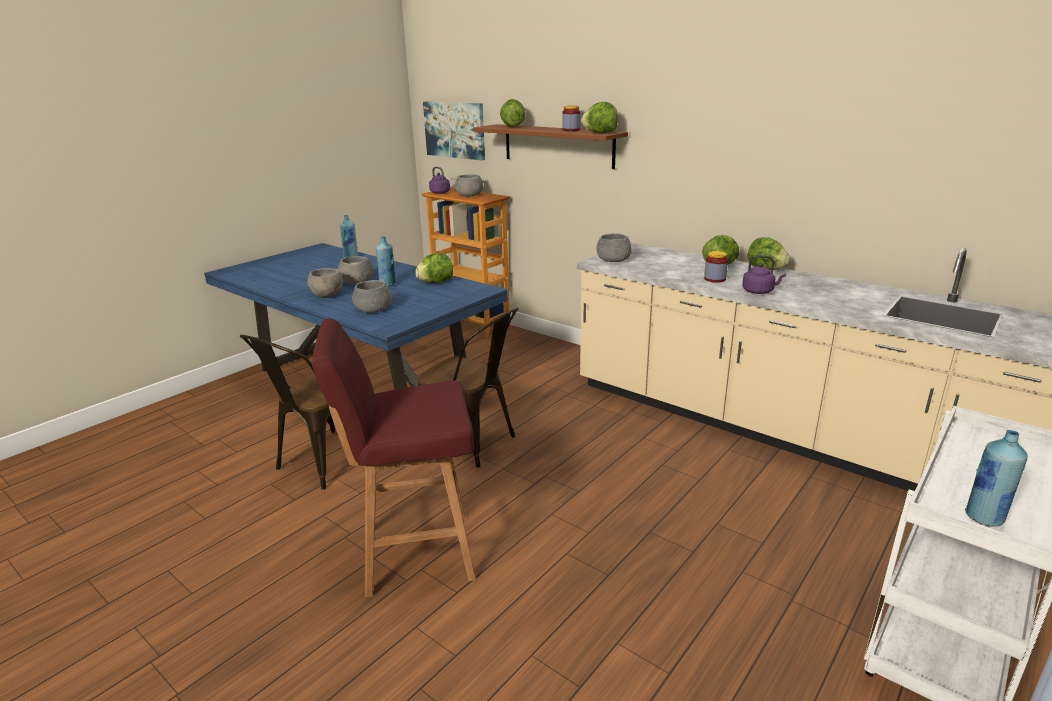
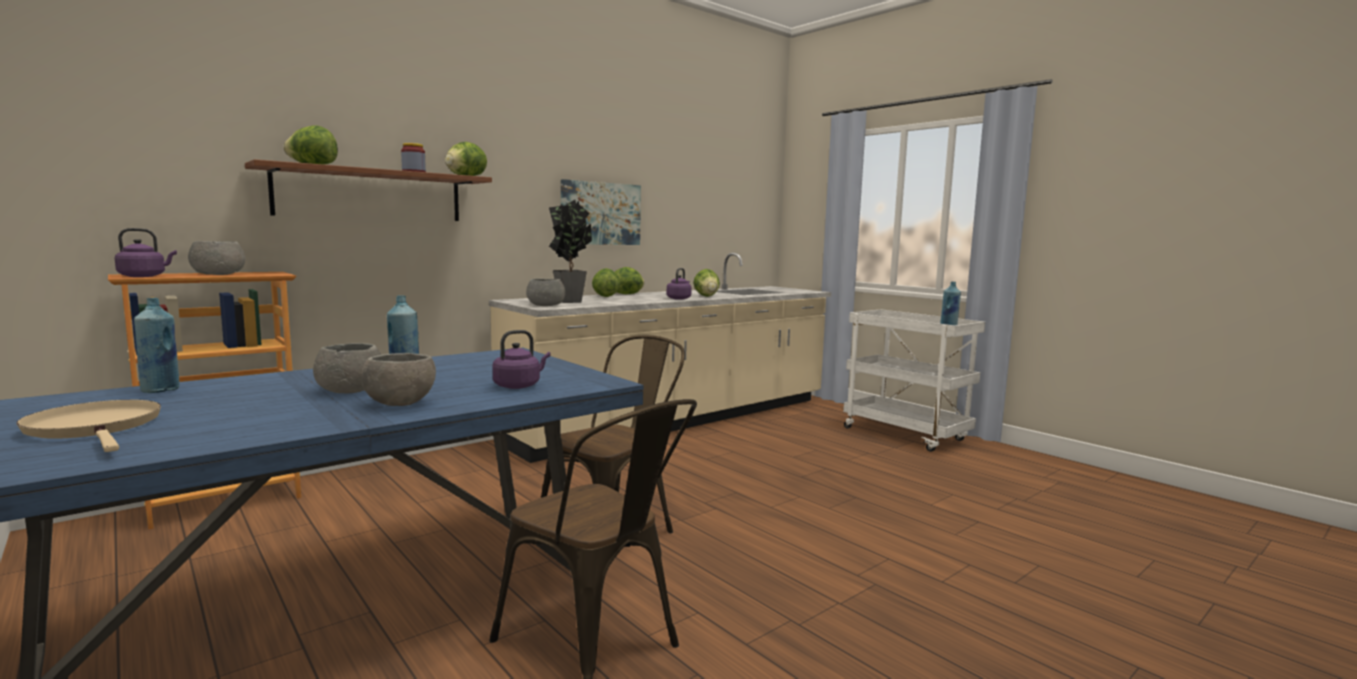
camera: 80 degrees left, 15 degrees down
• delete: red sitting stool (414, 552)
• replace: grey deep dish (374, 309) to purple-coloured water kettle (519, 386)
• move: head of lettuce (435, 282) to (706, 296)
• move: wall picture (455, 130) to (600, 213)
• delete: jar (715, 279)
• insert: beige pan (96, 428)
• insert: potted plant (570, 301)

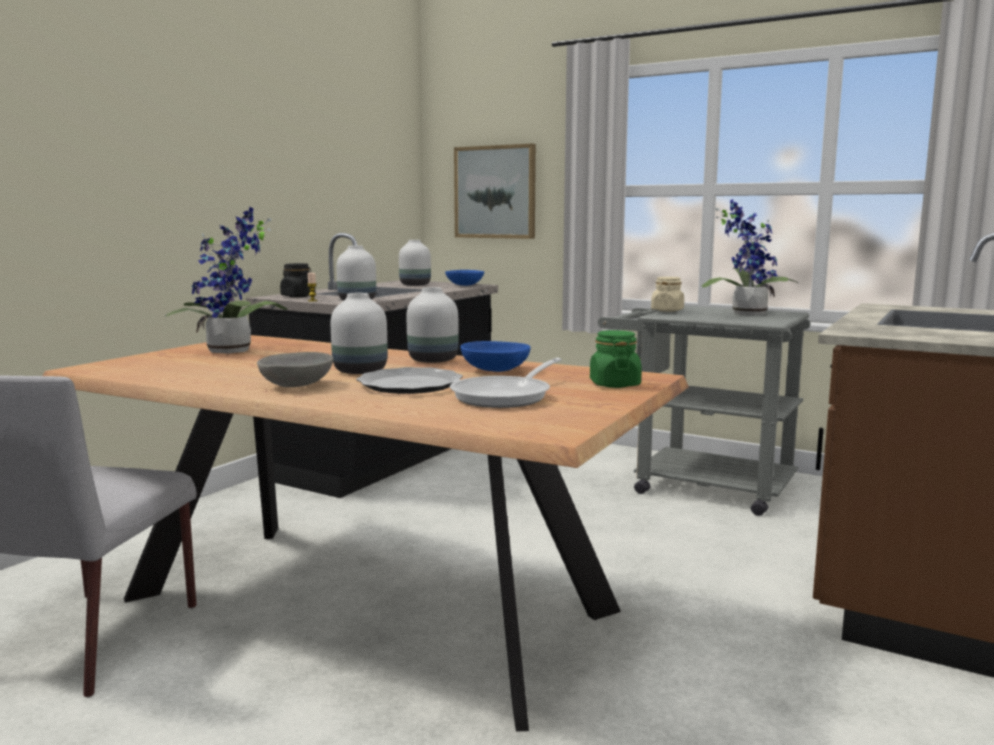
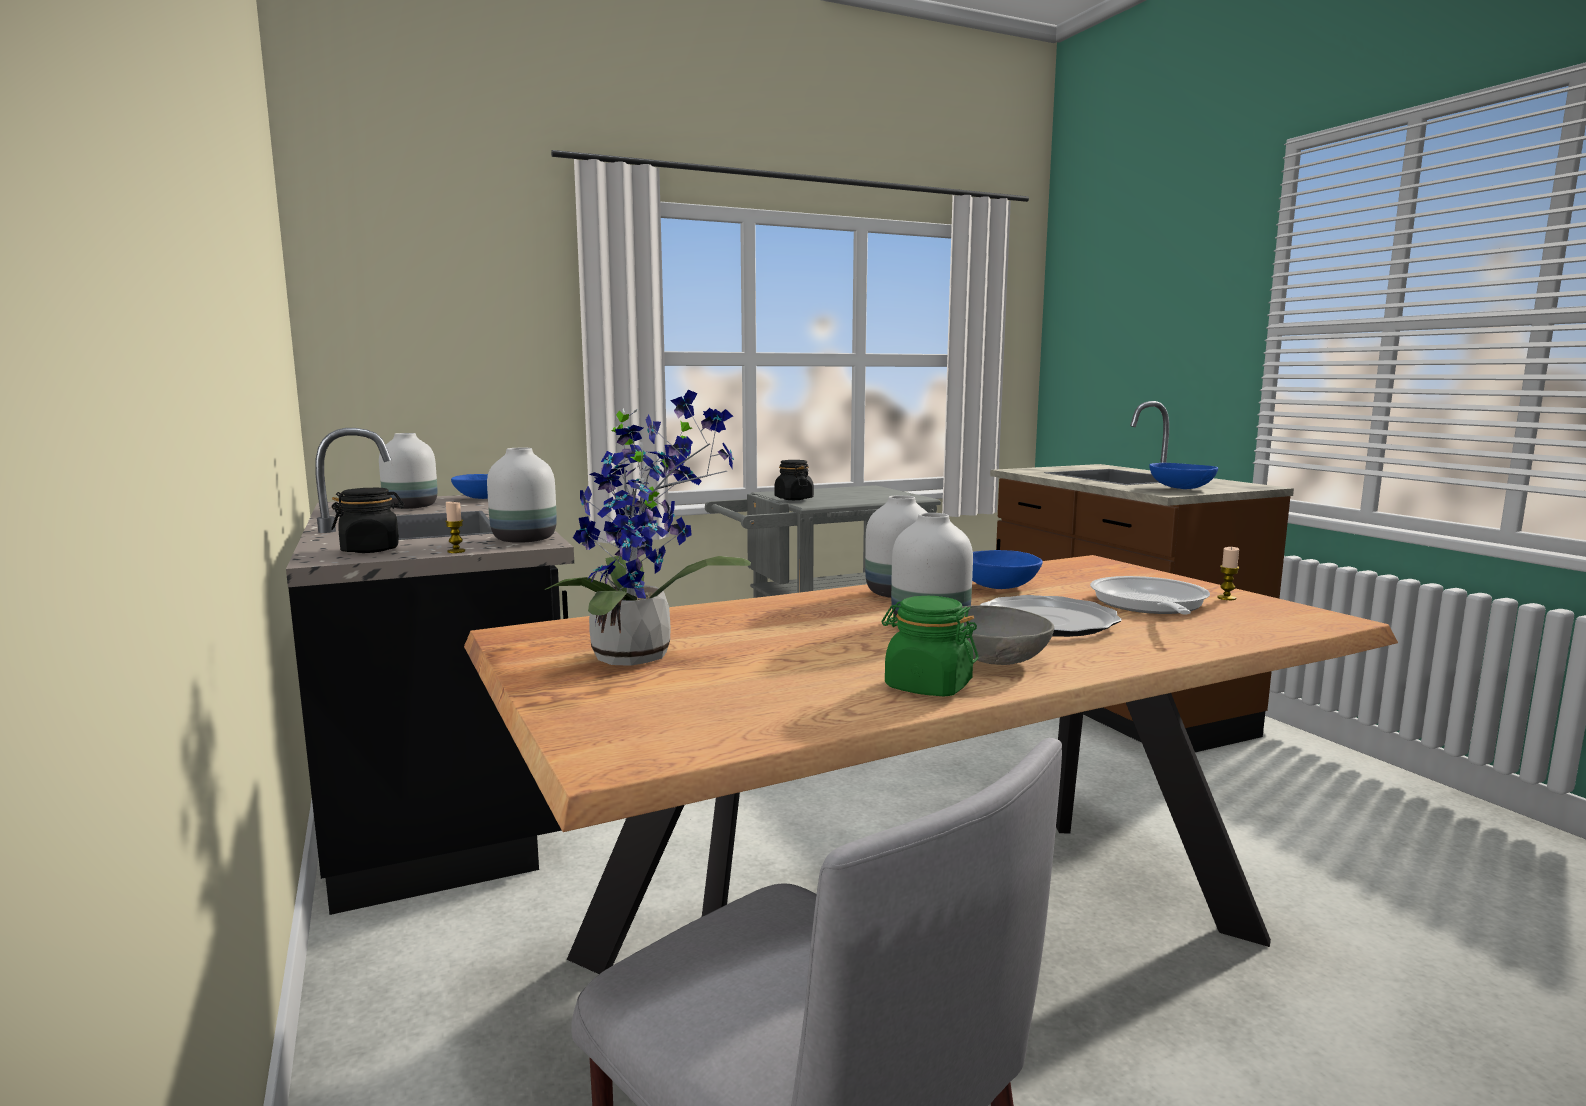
camera: 55 degrees left, 0 degrees up
• rotate: pan (507, 396) = (1149, 605) 150 degrees counterclockwise
• delete: wall picture (495, 192)
• move: green jar (614, 384) to (927, 686)
• recolor: beige jar (667, 310) to black jar (793, 499)
• delete: potted plant (746, 313)
• insert: blue-coloured deep dish (1181, 488)
• insert: candle (1226, 598)

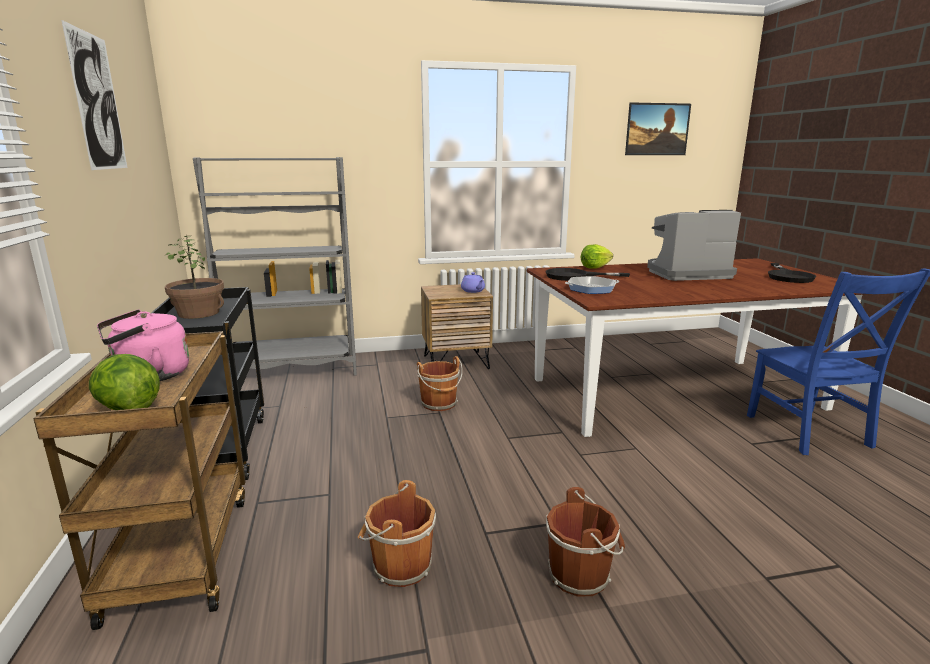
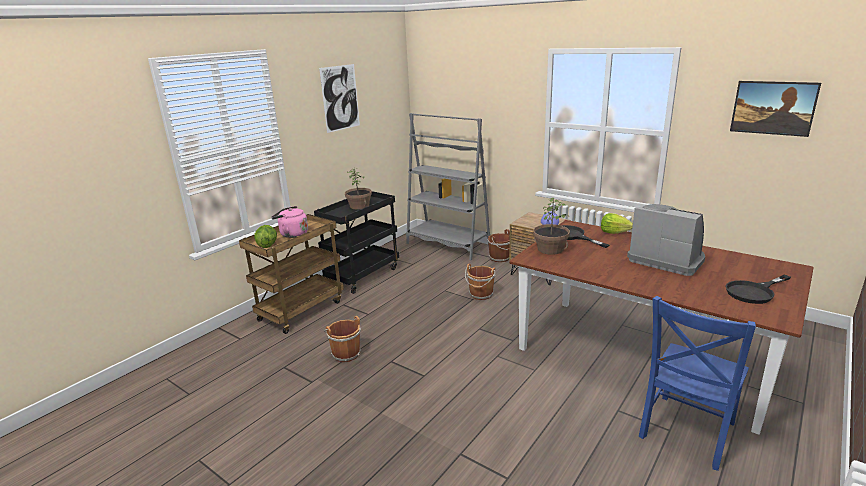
camera: 50 degrees right, 5 degrees up
• move: brown bucket (581, 575) to (500, 258)
• replace: pan (591, 289) to potted plant (550, 249)

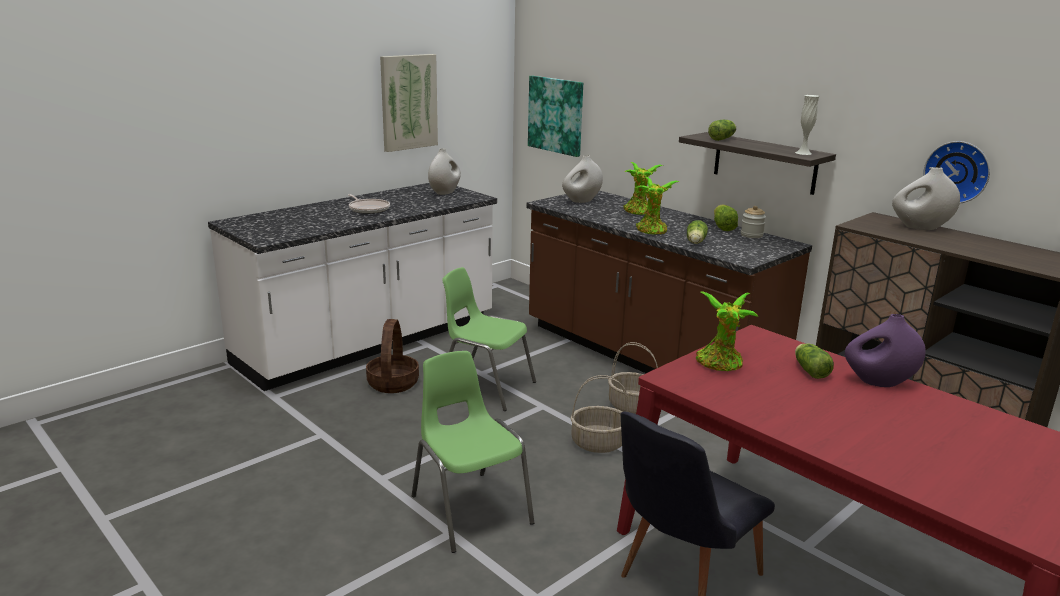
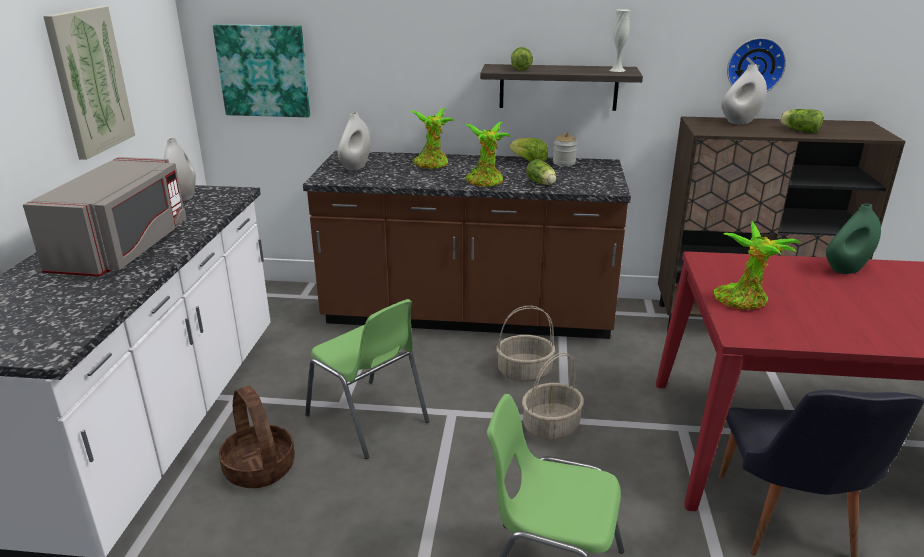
camera: 40 degrees left, 5 degrees up
• replace: pan (368, 209) to grey microwave (123, 249)
• rotate: green chair (485, 387) = (368, 419) 120 degrees counterclockwise
• move: head of lettuce (809, 370) to (798, 130)
• recolor: purple-coloured vase (878, 382) to green vase (846, 269)

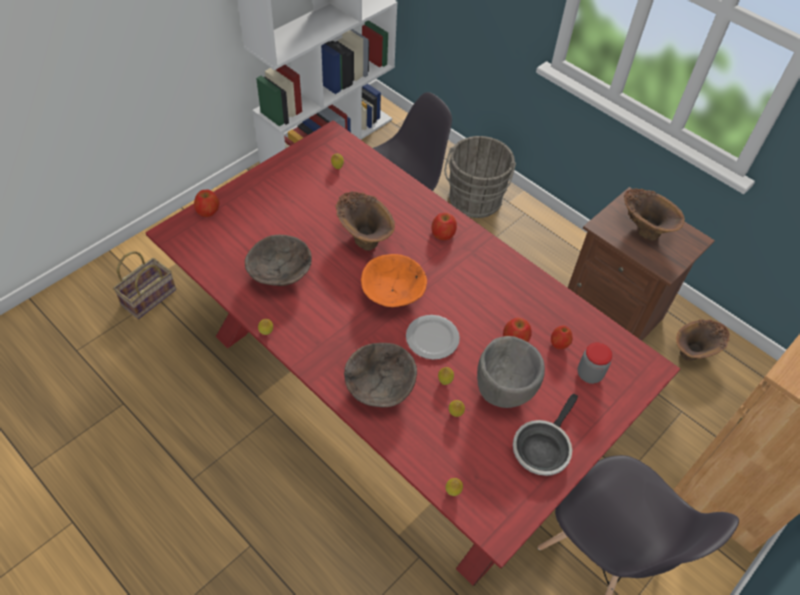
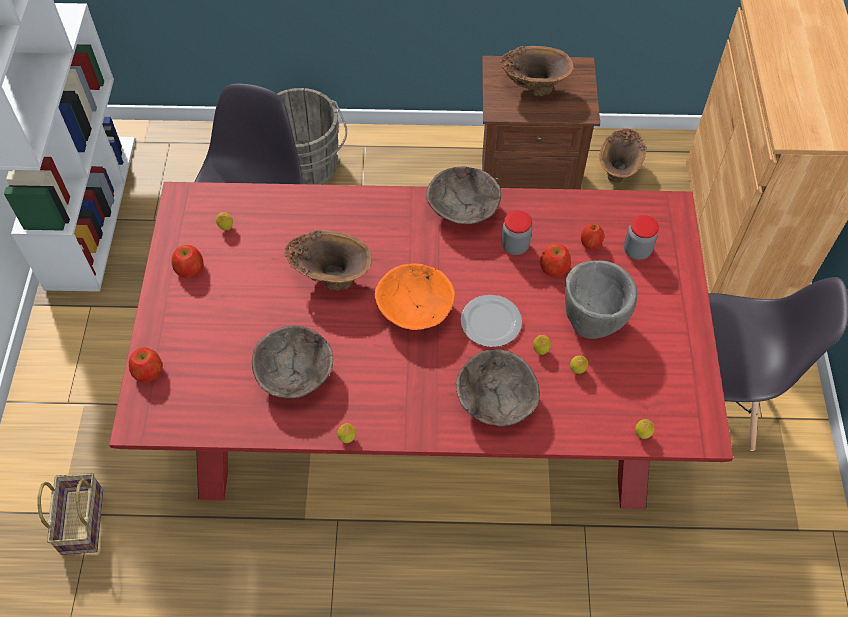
camera: 40 degrees left, 5 degrees up
• move: apple fruit (443, 233) to (190, 268)
• delete: pan (542, 447)
• insert: brown deep dish (464, 210)
• insert: jar (515, 246)

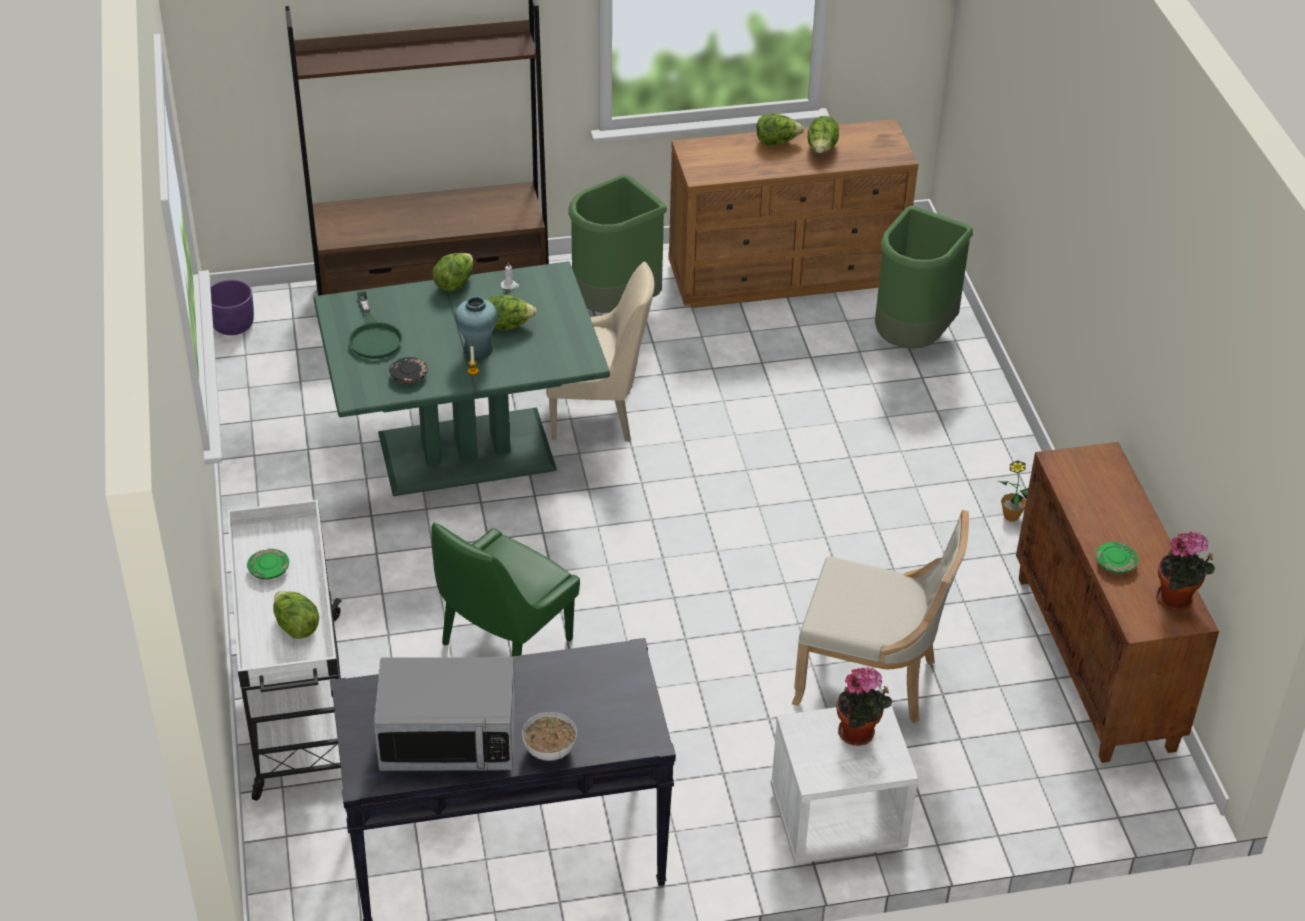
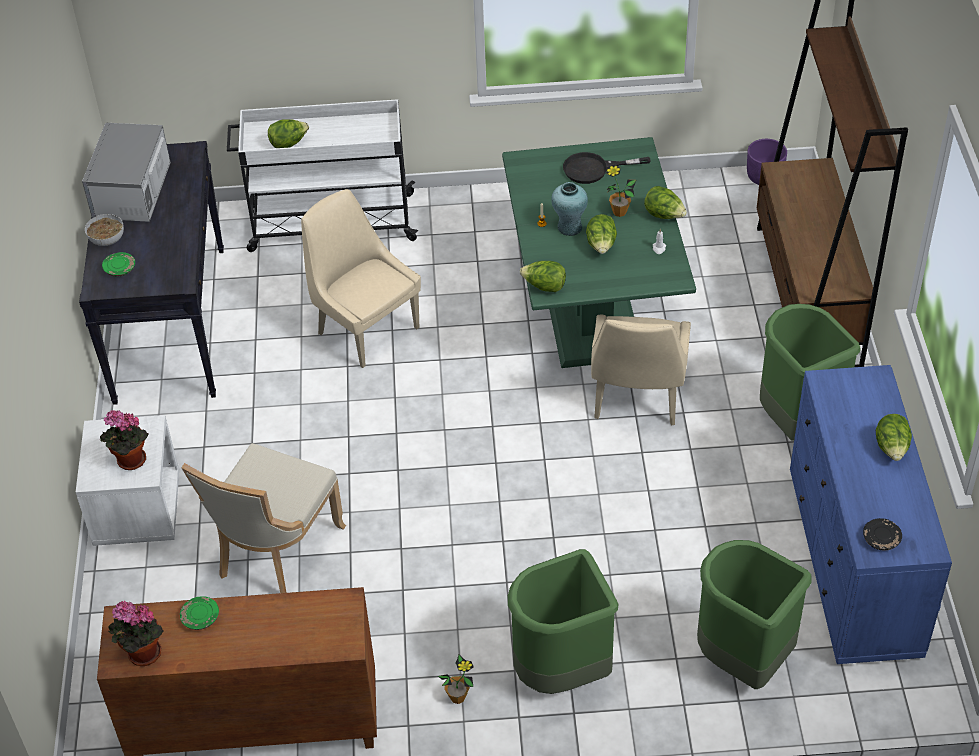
camera: 100 degrees right, 5 degrees up
• move: green flat dish (269, 570) to (120, 269)
• recolor: green pan (374, 336) to black pan (594, 169)
• move: black flat dish (409, 376) to (881, 539)
• recolor: green chair (503, 644) to beige chair (365, 328)
• recolor: brown chest of drawers (787, 274) to blue-coloured chest of drawers (853, 564)
• move: head of lettuce (822, 149) to (544, 287)
• insert: green rubbish bin (562, 672)
• insert: potted plant (619, 212)

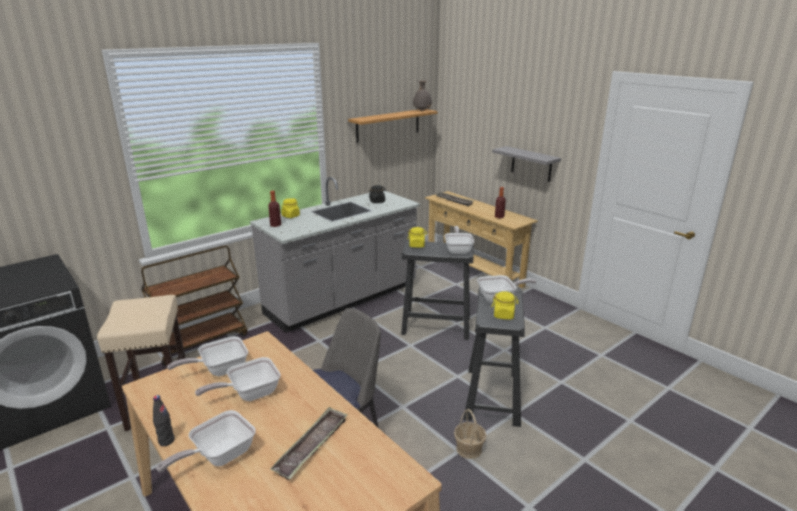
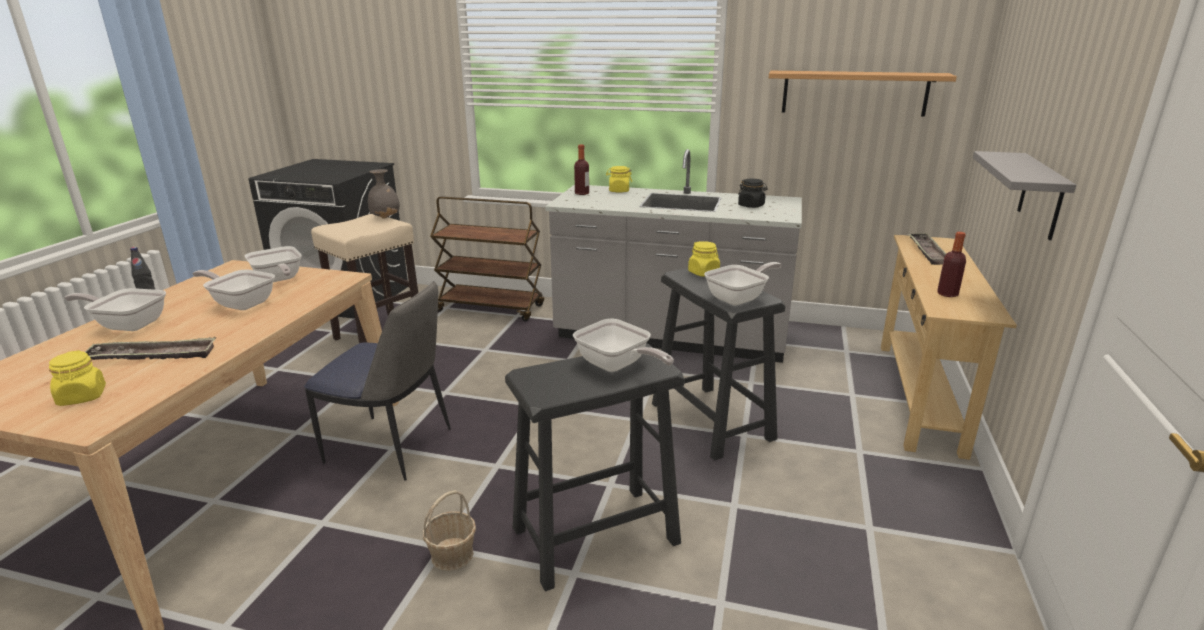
camera: 55 degrees right, 0 degrees up
• rotate: pan (219, 370) = (278, 280) 150 degrees counterclockwise
• move: grey vase (422, 111) to (386, 218)
• move: yellow jar (503, 315) to (82, 397)

